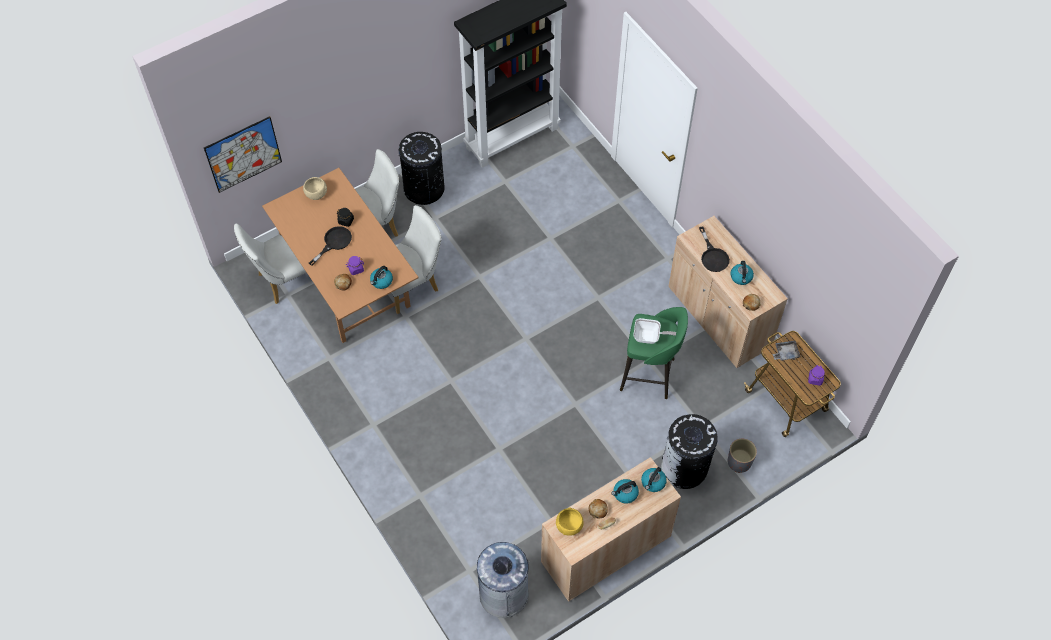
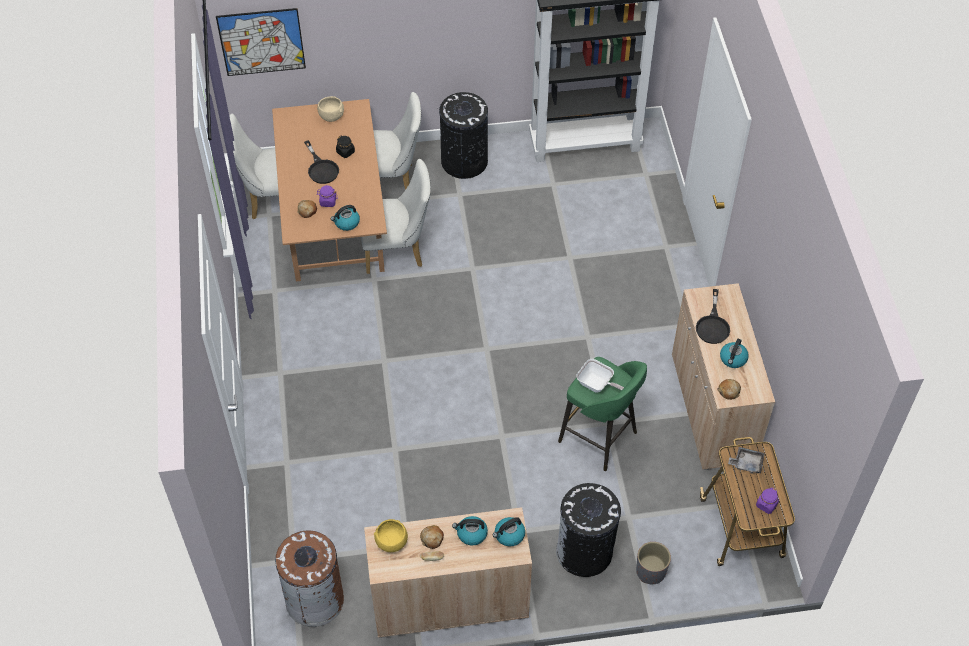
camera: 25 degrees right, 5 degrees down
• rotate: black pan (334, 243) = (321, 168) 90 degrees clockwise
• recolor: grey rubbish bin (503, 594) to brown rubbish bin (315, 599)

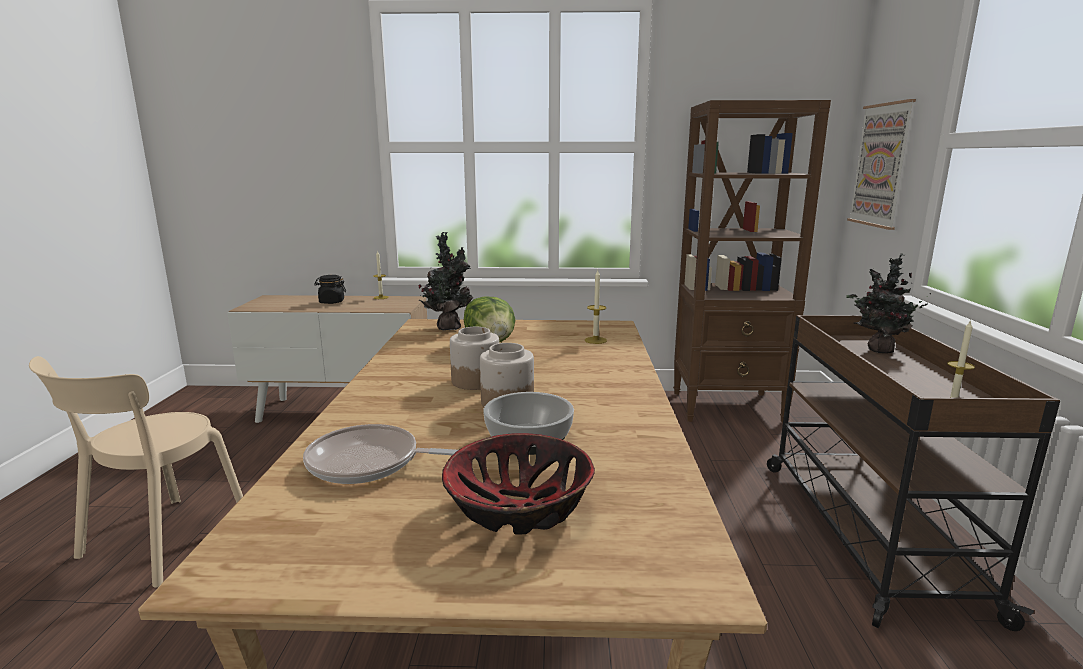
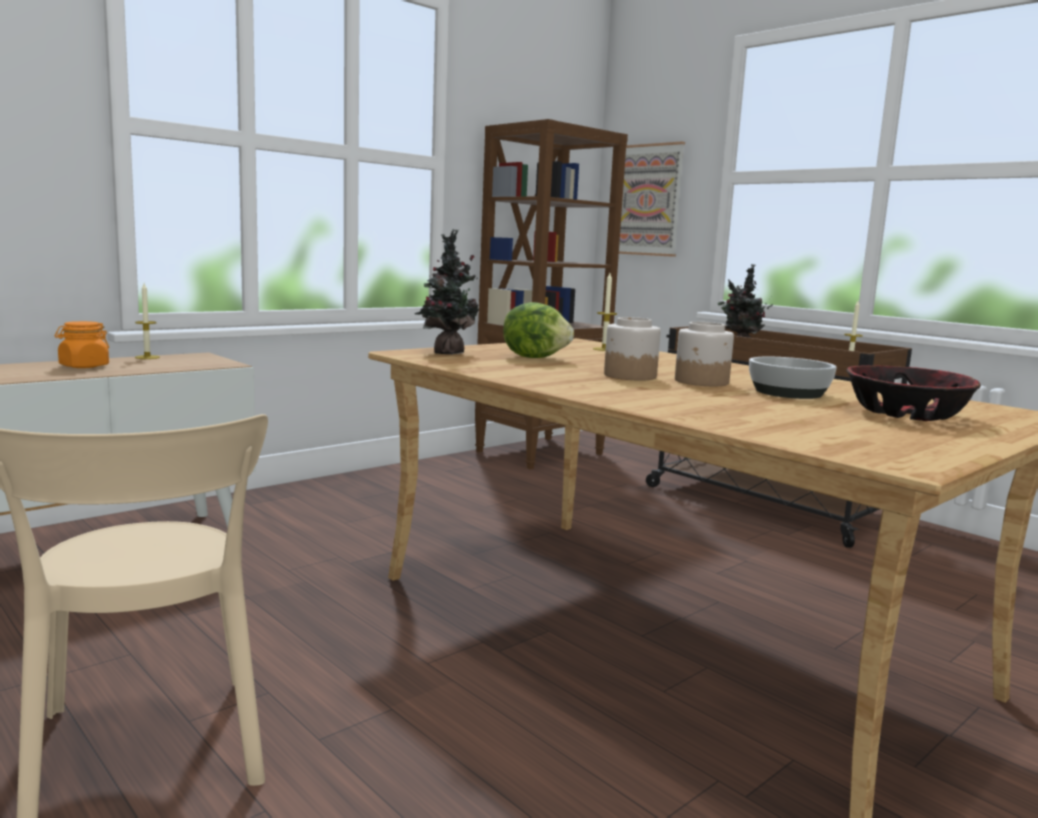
camera: 45 degrees left, 5 degrees down
• delete: pan (370, 463)
• recolor: black jar (331, 302) to orange-coloured jar (84, 366)

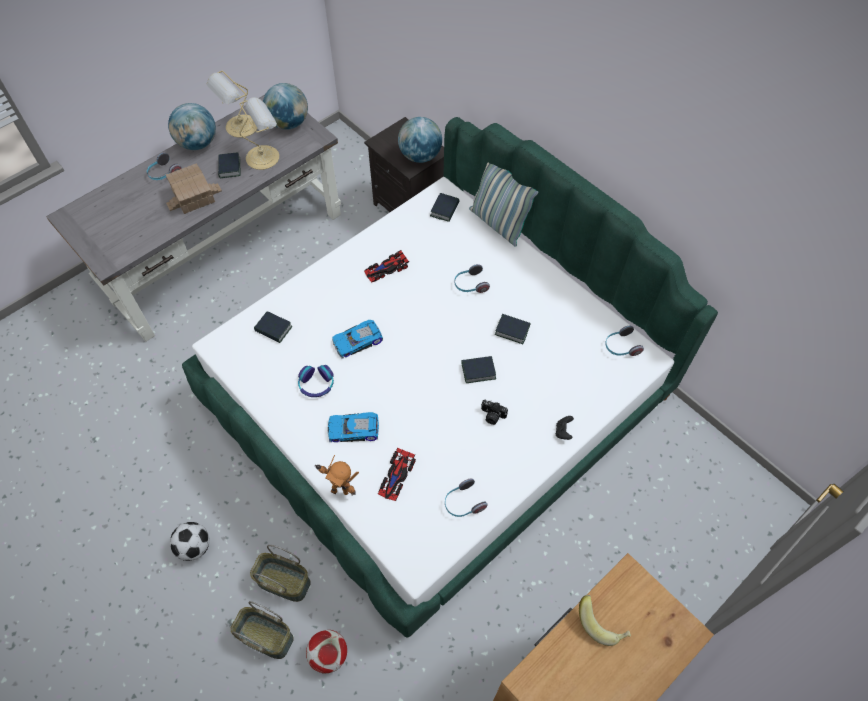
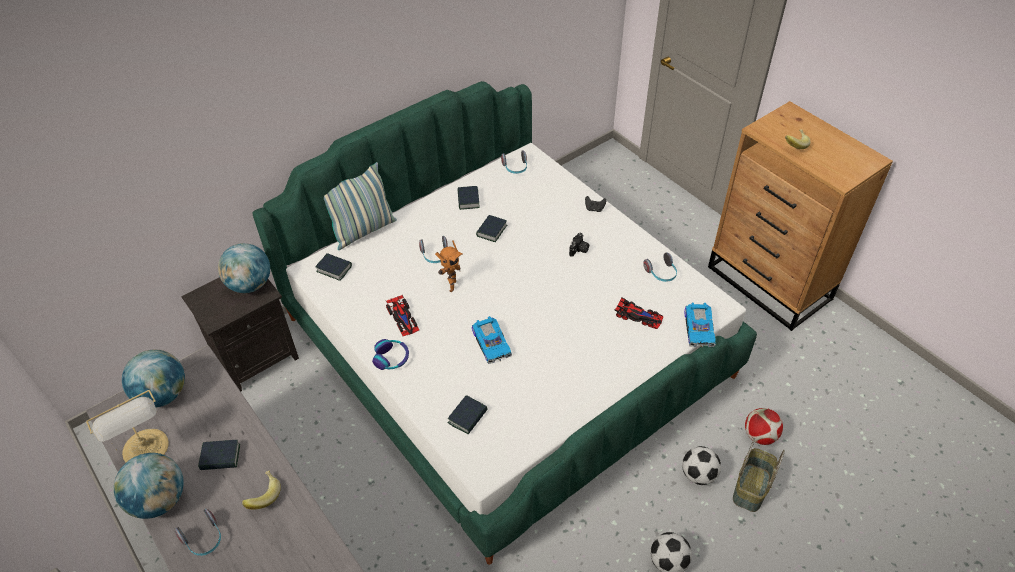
camera: 85 degrees left, 10 degrees down
• replace: miniature house (194, 198) to banana (263, 495)
• delete: table lamp (264, 156)
• replace: storage basket (283, 582) to ball for football (698, 475)
• move: headset (316, 384) to (391, 358)
• move: toy robot (340, 489) to (450, 286)
• move: miniature car (353, 430) to (699, 328)
• move: book (478, 371) to (468, 200)

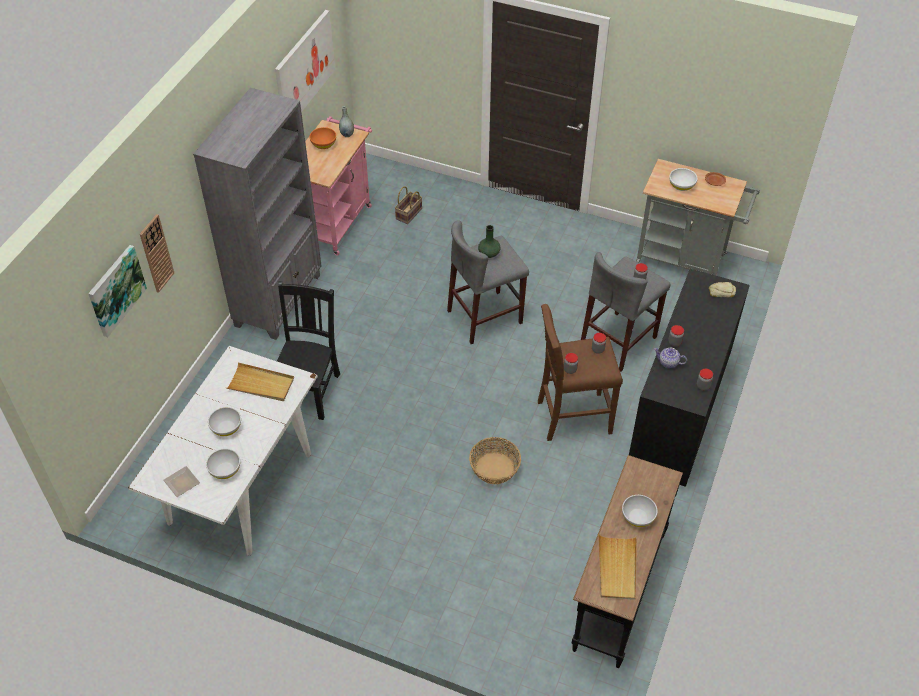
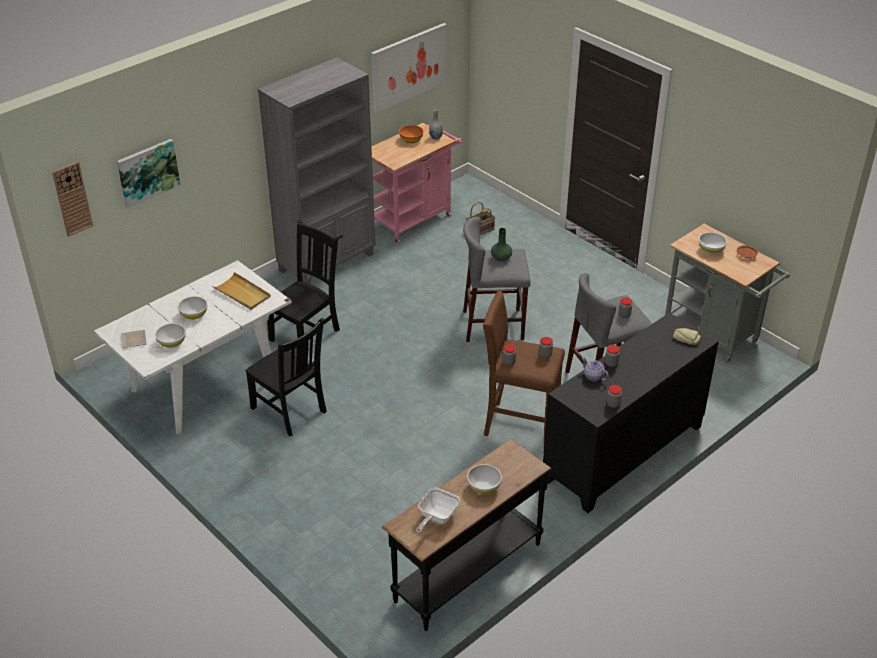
camera: 25 degrees right, 10 degrees down
• move: clock on the wall (156, 253) to (72, 198)
• delete: storage basket (494, 468)
• replace: beige serving tray (617, 568) to pan (436, 518)
• insert: black chair (290, 411)

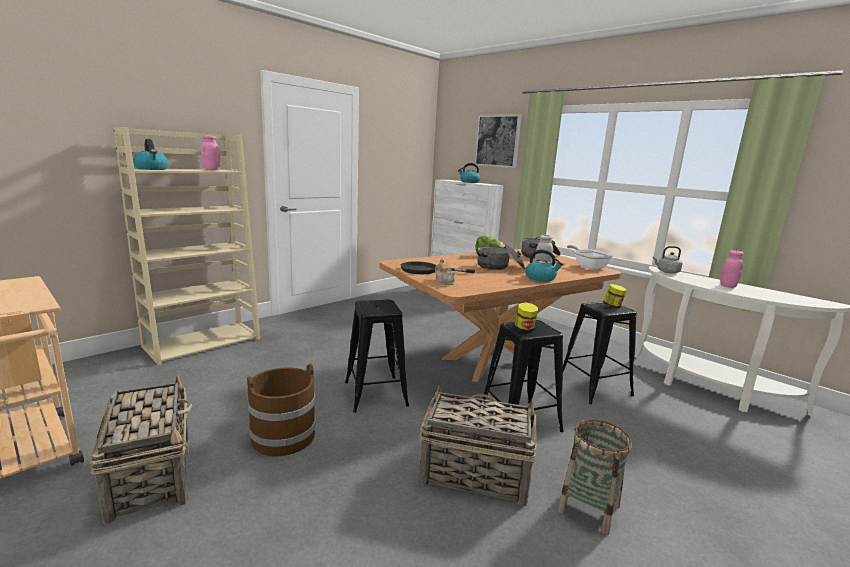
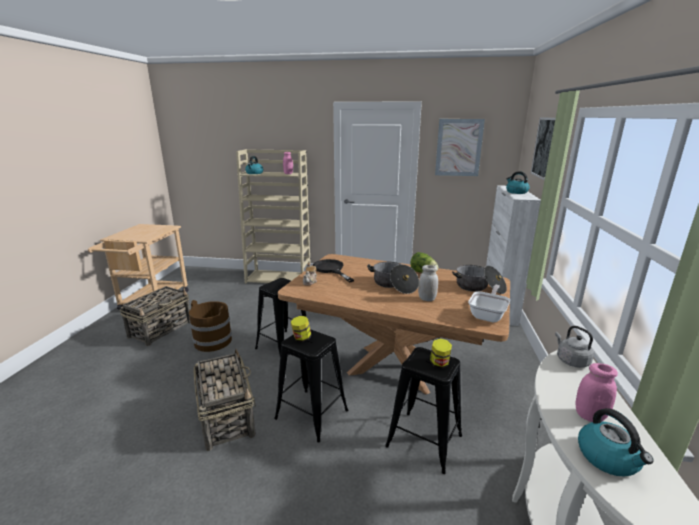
camera: 55 degrees right, 5 degrees up
• move: water kettle (541, 278) to (608, 458)
• delete: storage basket (588, 508)
• insert: wall picture (458, 147)

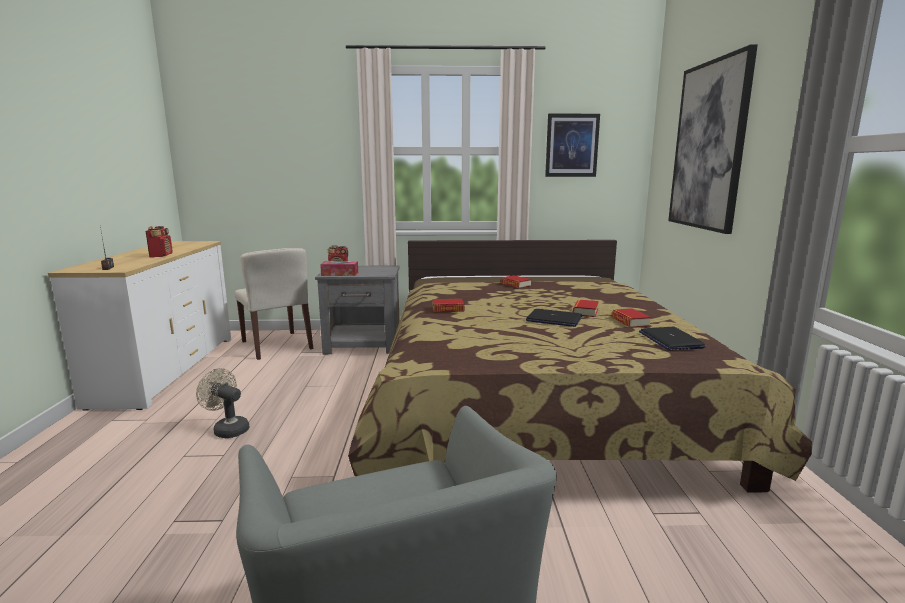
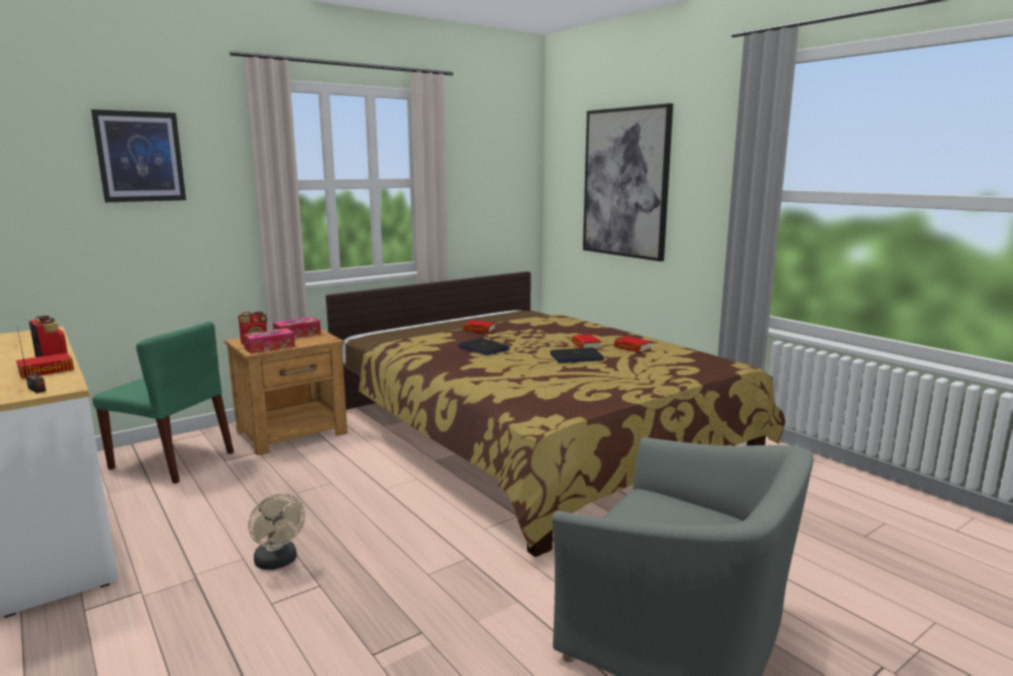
camera: 35 degrees left, 0 degrees up
• rotate: beige fan (227, 429) = (278, 562) 120 degrees counterclockwise
• recolor: beige chair (277, 345) to green chair (173, 460)
• recolor: grey bedside table (364, 344) to brown bedside table (293, 432)
• move: book (448, 309) to (46, 371)
• move: wall picture (572, 145) to (140, 157)
• move: notebook computer (670, 340) to (483, 348)
• insert: tissue box (297, 335)

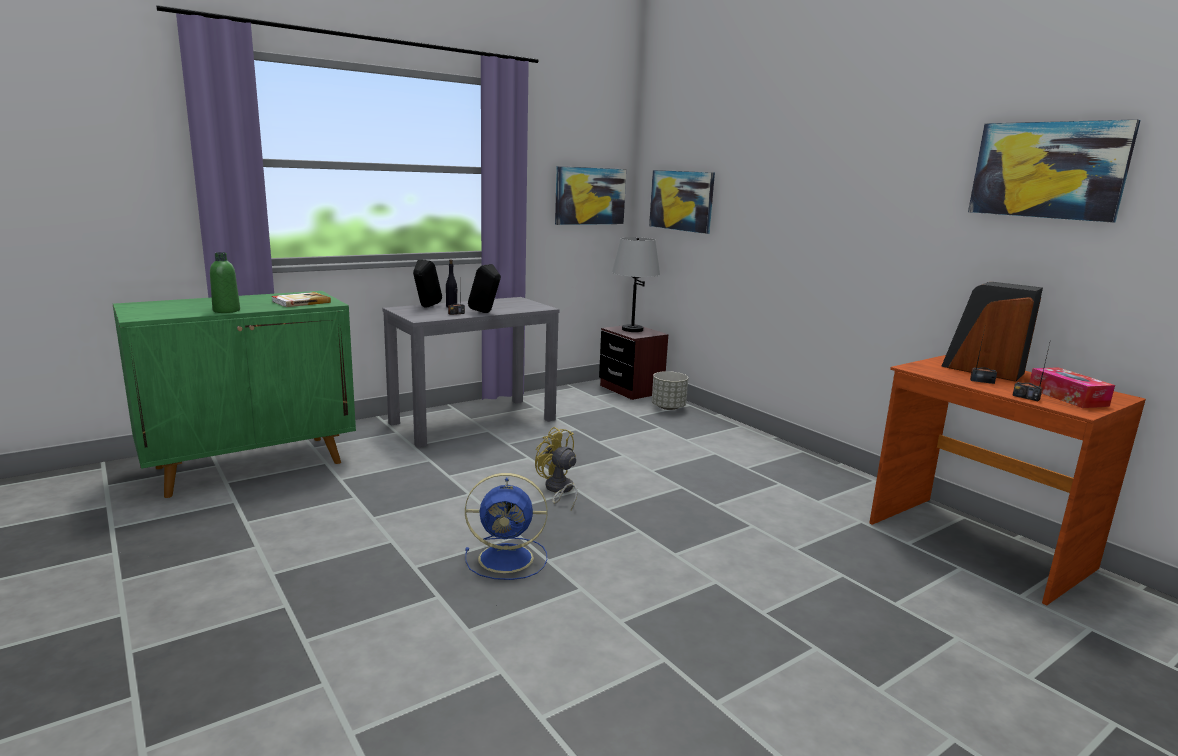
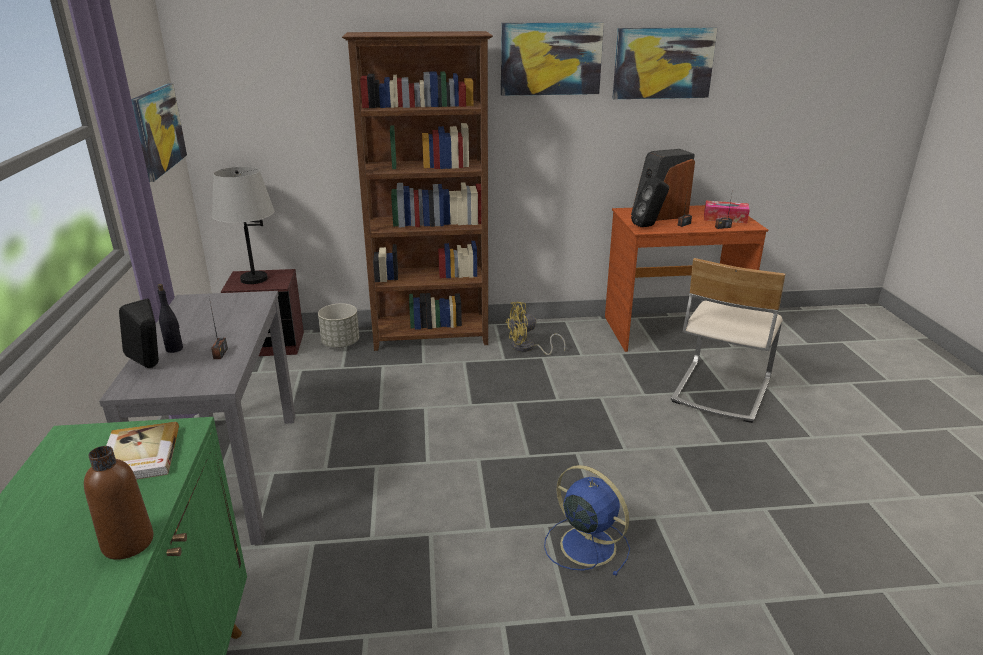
camera: 60 degrees left, 10 degrees up
• recolor: green beverage bottle (226, 311) to brown beverage bottle (128, 543)
• rotate: blue-coloured fan (508, 558) = (585, 544) 75 degrees counterclockwise
• move: black speaker (486, 313) to (649, 226)
• move: yellow fan (558, 490) to (527, 348)
• move: wall picture (681, 200) to (550, 59)
• insert: brown bookcase (432, 337)
• insert: beige chair (720, 390)

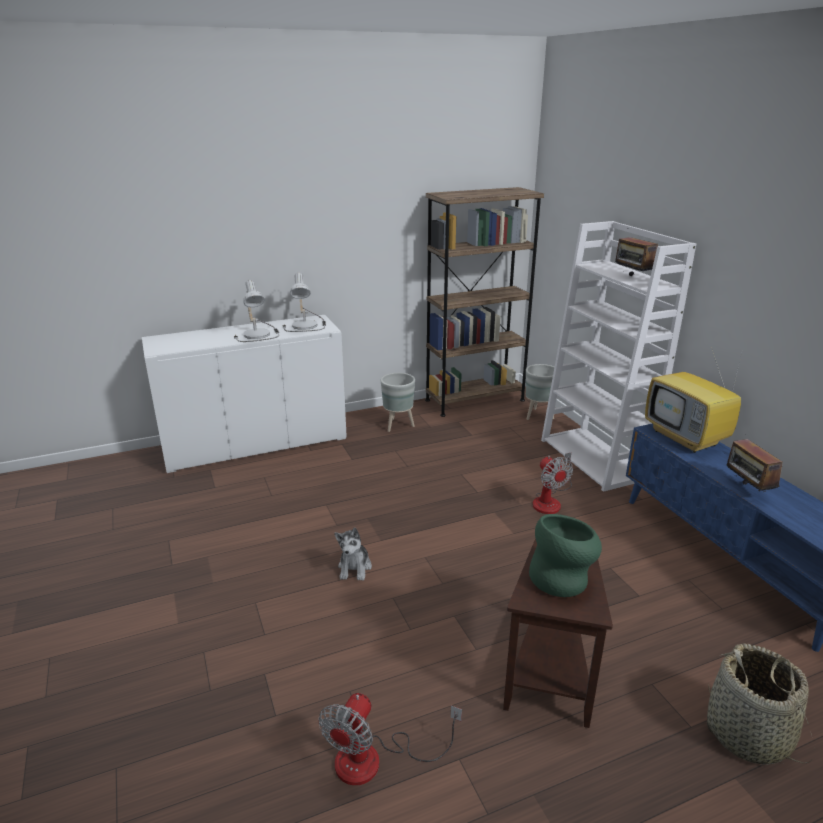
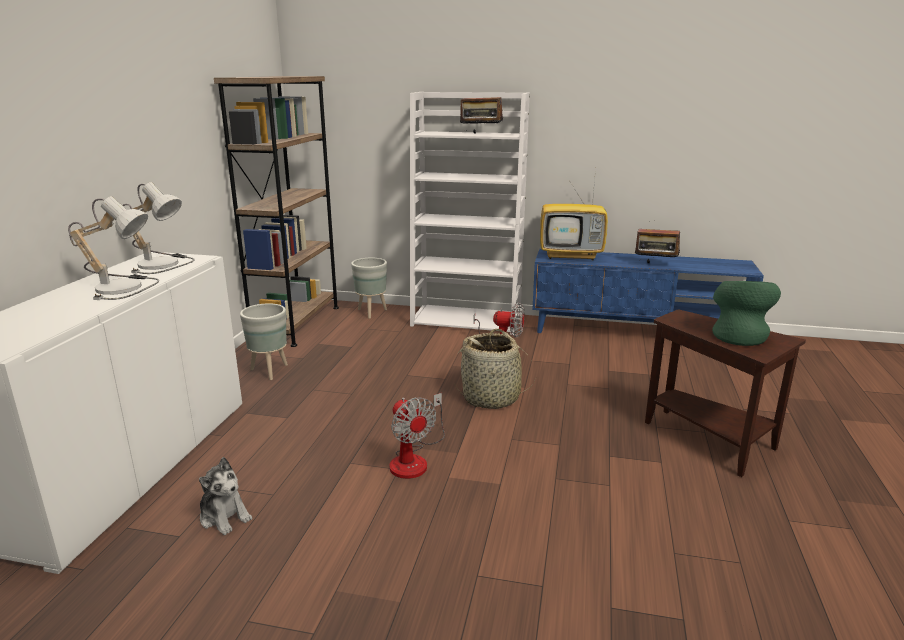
camera: 55 degrees left, 5 degrees down
• move: fan (374, 760) to (414, 459)
• move: plush toy (355, 568) to (225, 517)
• move: storage basket (748, 734) to (492, 398)

